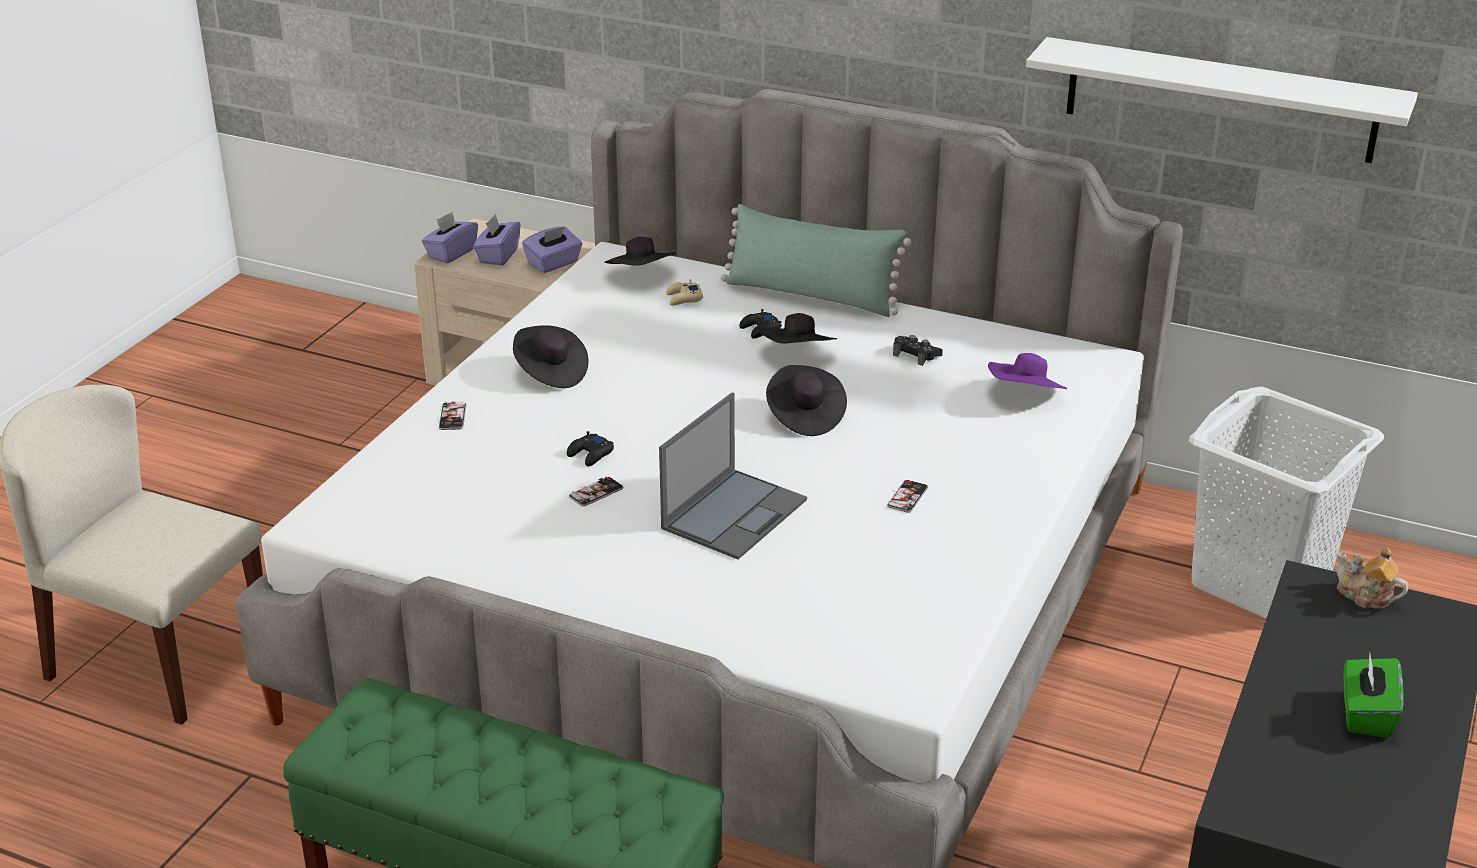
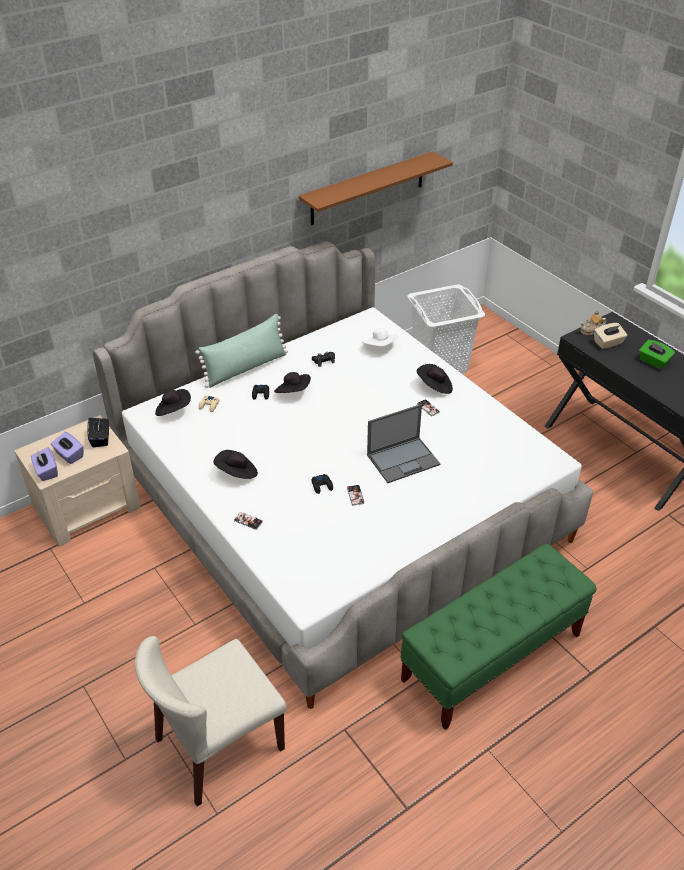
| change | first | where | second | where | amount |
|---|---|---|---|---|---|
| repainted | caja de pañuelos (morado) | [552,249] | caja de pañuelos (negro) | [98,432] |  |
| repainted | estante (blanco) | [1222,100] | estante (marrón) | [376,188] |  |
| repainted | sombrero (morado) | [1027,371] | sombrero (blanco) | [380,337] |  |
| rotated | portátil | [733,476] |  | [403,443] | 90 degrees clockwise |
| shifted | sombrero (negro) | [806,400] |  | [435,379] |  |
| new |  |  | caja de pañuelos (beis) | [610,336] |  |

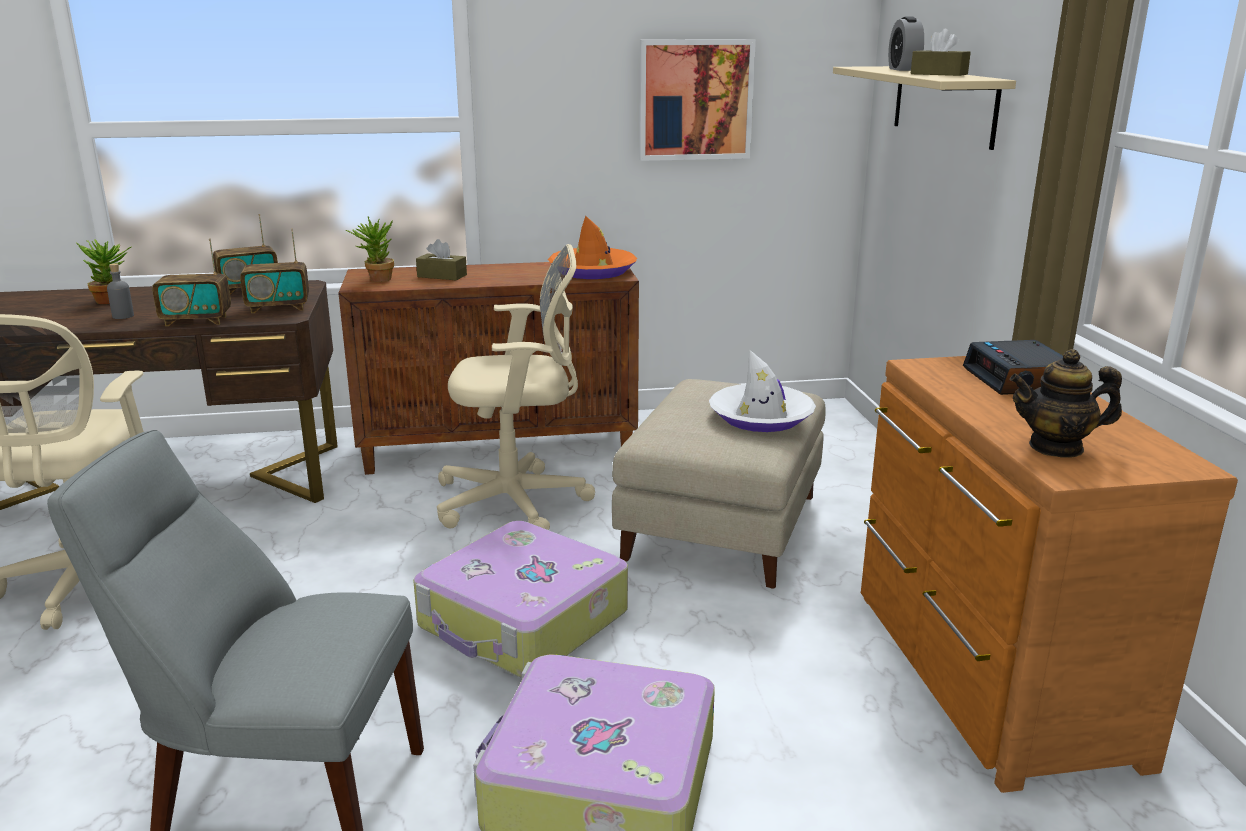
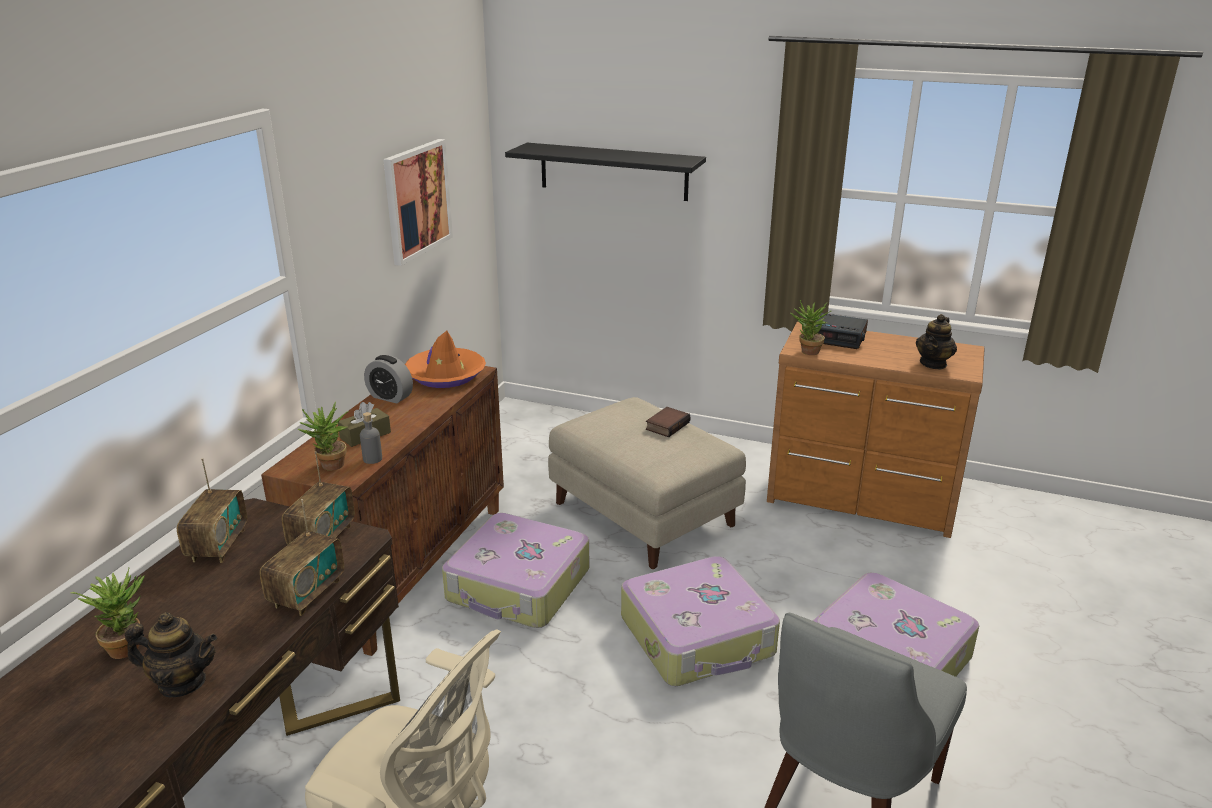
| change | first | where | second | where | amount |
|---|---|---|---|---|---|
| new |  |  | tetera | [170,654] |  |
| shifted | botella (gris) | [120,291] |  | [371,438] |  |
| shifted | despertador | [906,44] |  | [388,379] |  |
| swapped | silla de oficina (beis) | [516,387] | maleta | [515,570] |  |
| repainted | estante (beis) | [924,108] | estante (negro) | [605,172] |  |
| swapped | sombrero (blanco) | [762,390] | libro | [668,422] |  |
| new |  |  | planta en maceta | [810,327] |  |
| gone | caja de pañuelos (marrón) | [941,52] |  |  |  |

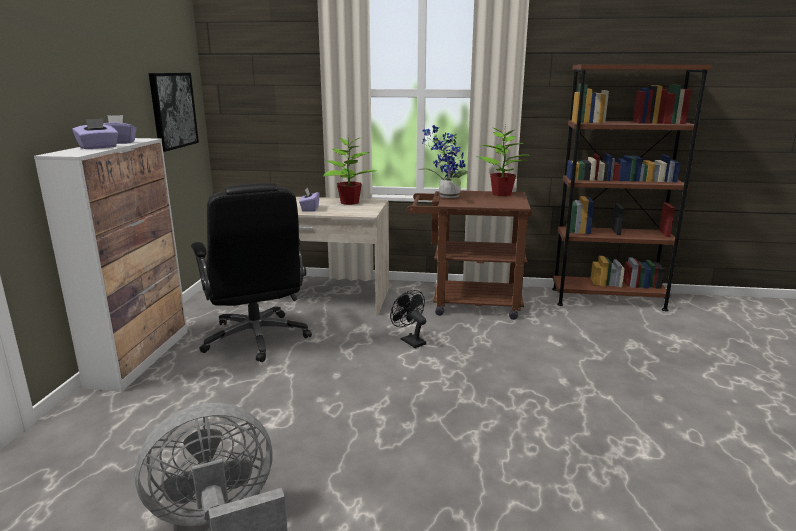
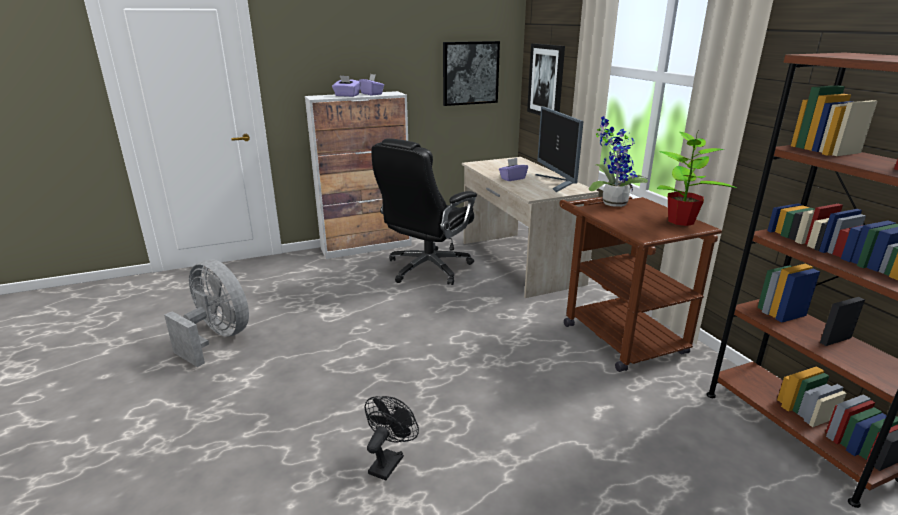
| change | first | where | second | where | amount |
|---|---|---|---|---|---|
| shifted | ventilador (negro) | [408,319] |  | [391,438] |  |
| new |  |  | cuadro | [546,79] |  |
| swapped | planta en maceta | [349,171] | monitor | [559,149] |  |

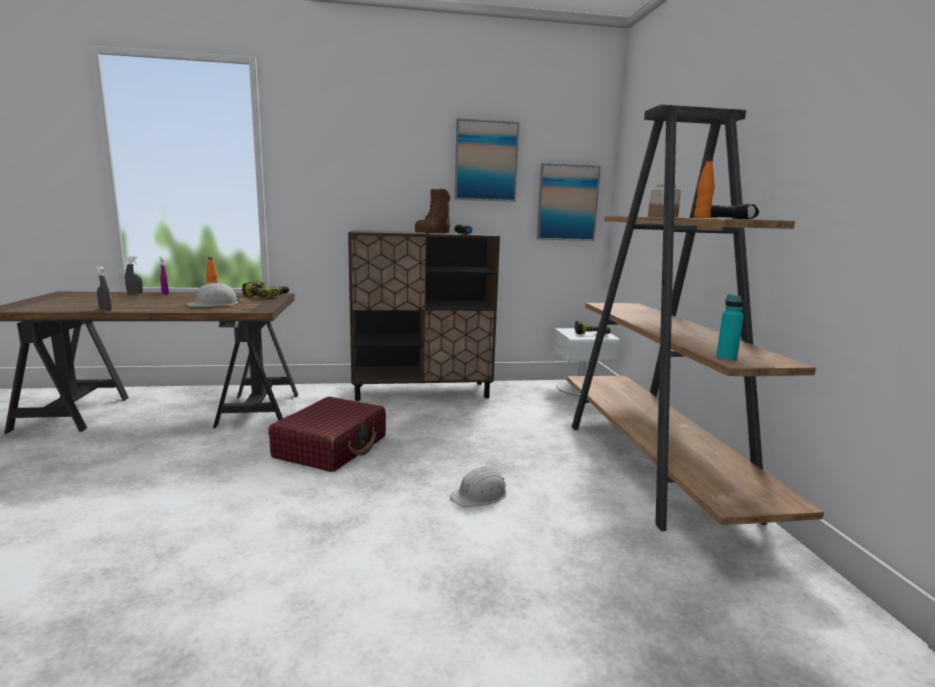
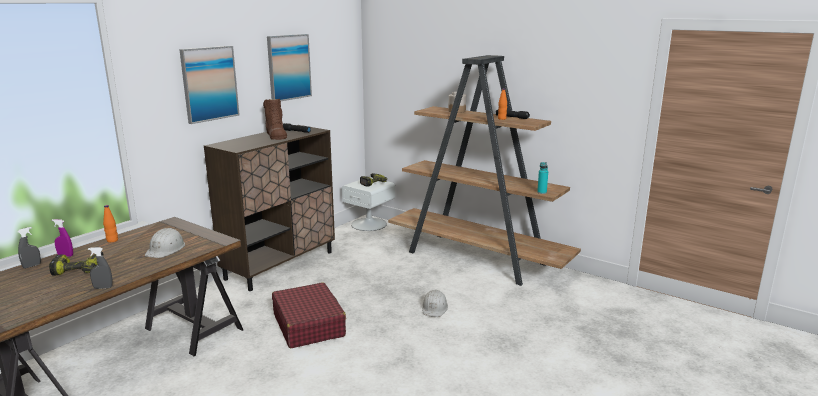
| change | first | where | second | where | amount |
|---|---|---|---|---|---|
| shifted | taladro | [266,289] |  | [76,263] |  |
| shifted | cuadro | [569,202] |  | [209,85] |  |

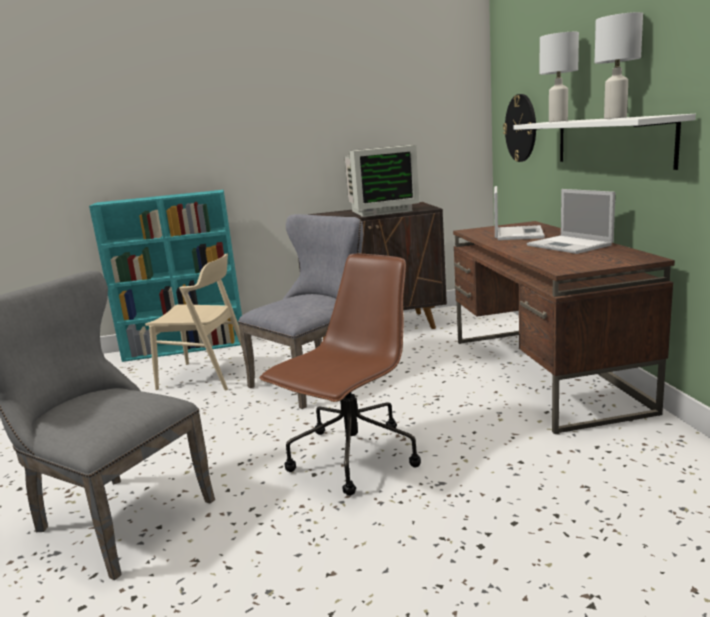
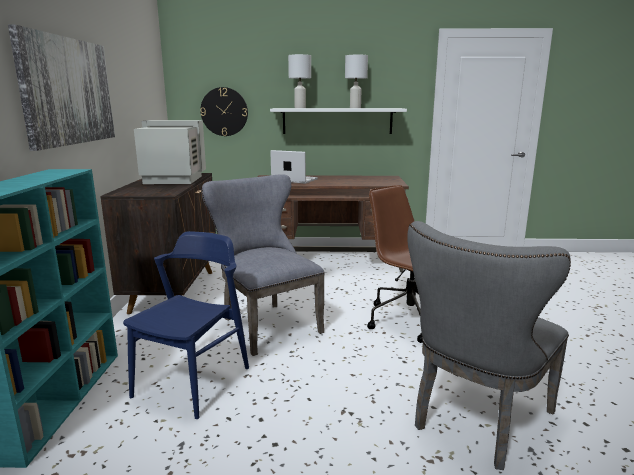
| change | first | where | second | where | amount |
|---|---|---|---|---|---|
| new |  |  | cuadro | [61,88] |  |
| repainted | silla (beis) | [193,321] | silla (azul) | [186,325] |  |
| rotated | monitor | [382,181] |  | [170,152] | 90 degrees counterclockwise |
| gone | portátil | [571,221] |  |  |  |

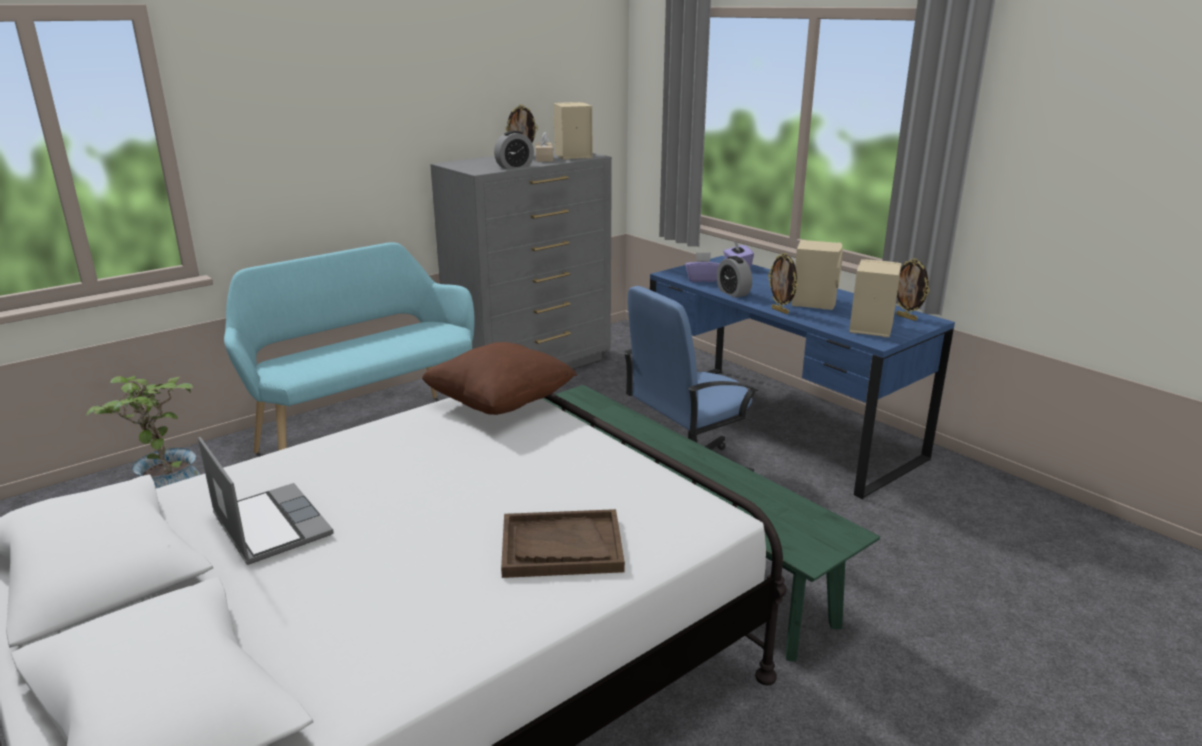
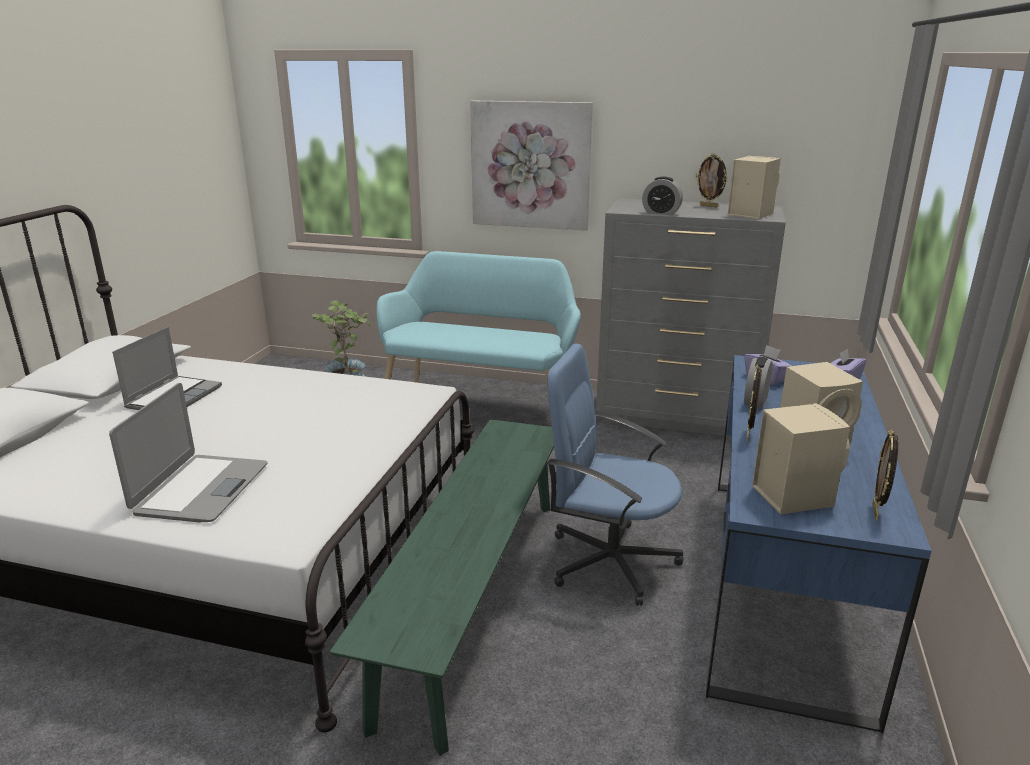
| change | first | where | second | where | amount |
|---|---|---|---|---|---|
| swapped | bandeja (marrón) | [563,543] | portátil | [188,452] |  |
| new |  |  | cuadro | [531,165] |  |
| gone | cojín (marrón) | [499,378] |  |  |  |
| gone | caja de pañuelos (beis) | [544,147] |  |  |  |

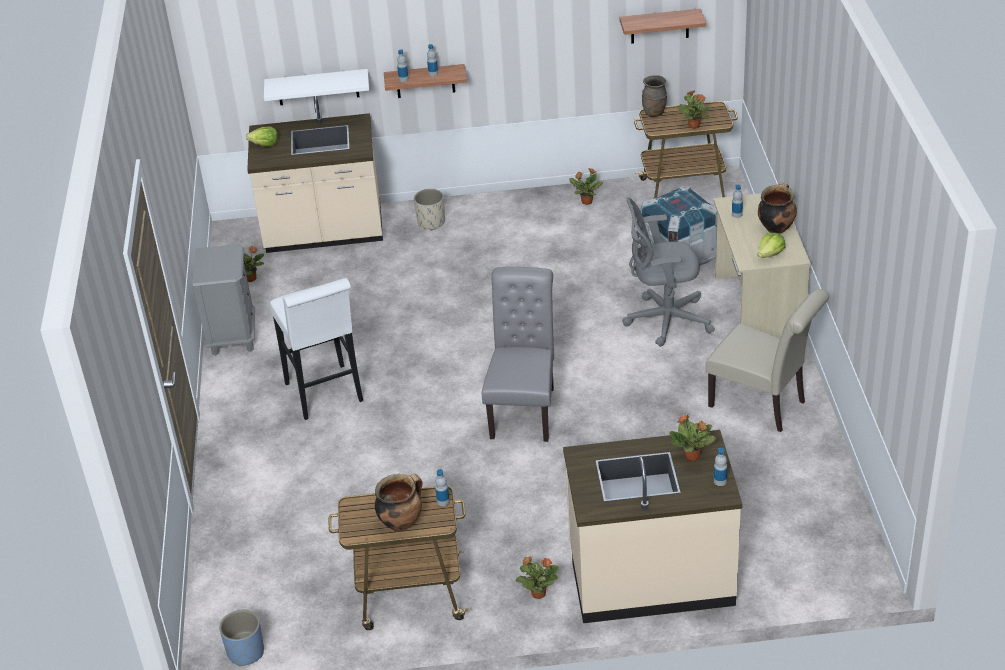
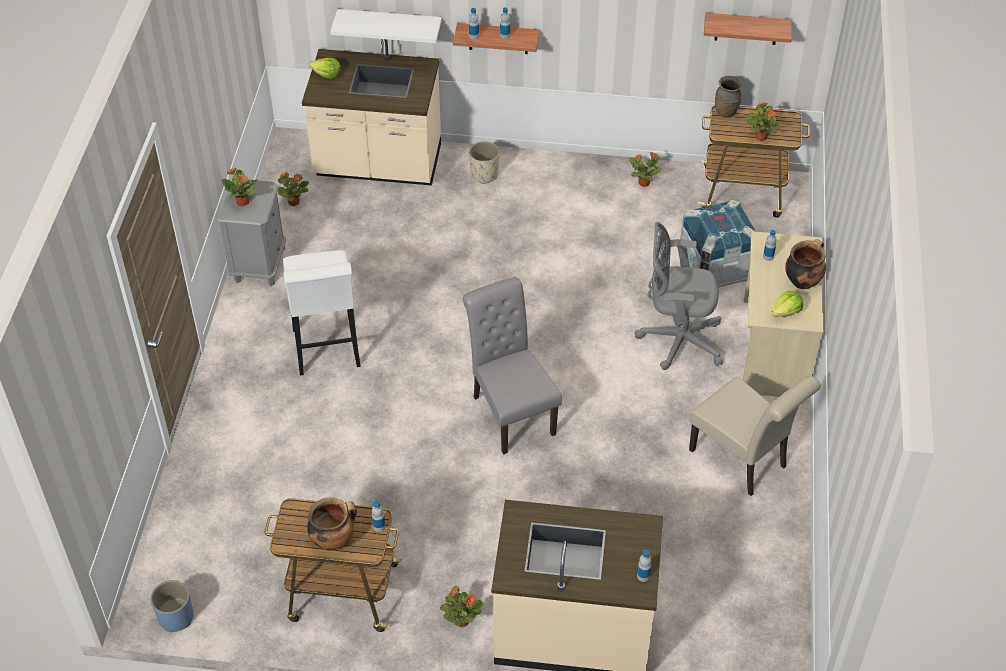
| change | first | where | second | where | amount |
|---|---|---|---|---|---|
| shifted | planta en maceta | [692,438] |  | [240,186] |  |
| rotated | silla (gris) | [518,354] |  | [512,365] | 45 degrees counterclockwise |

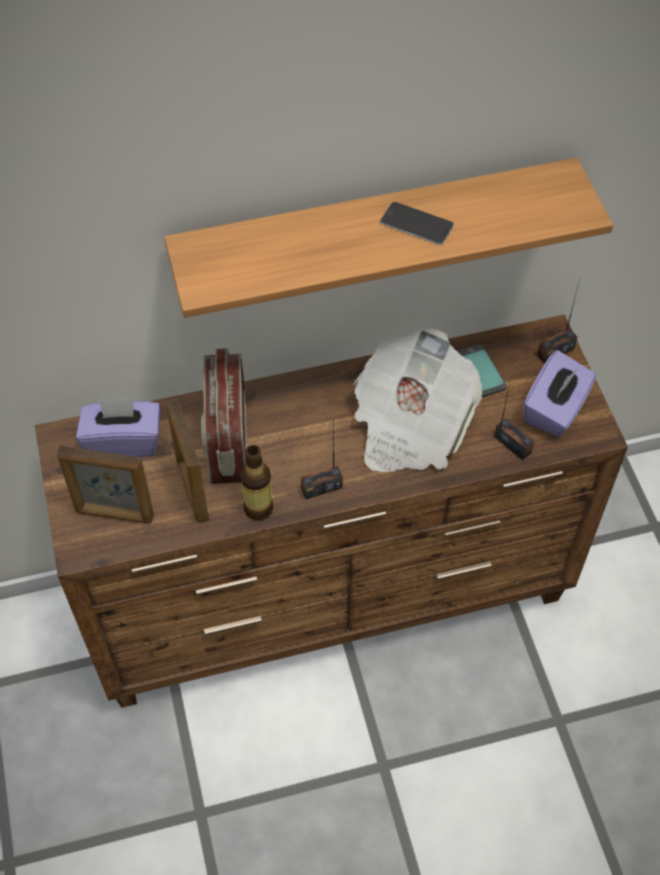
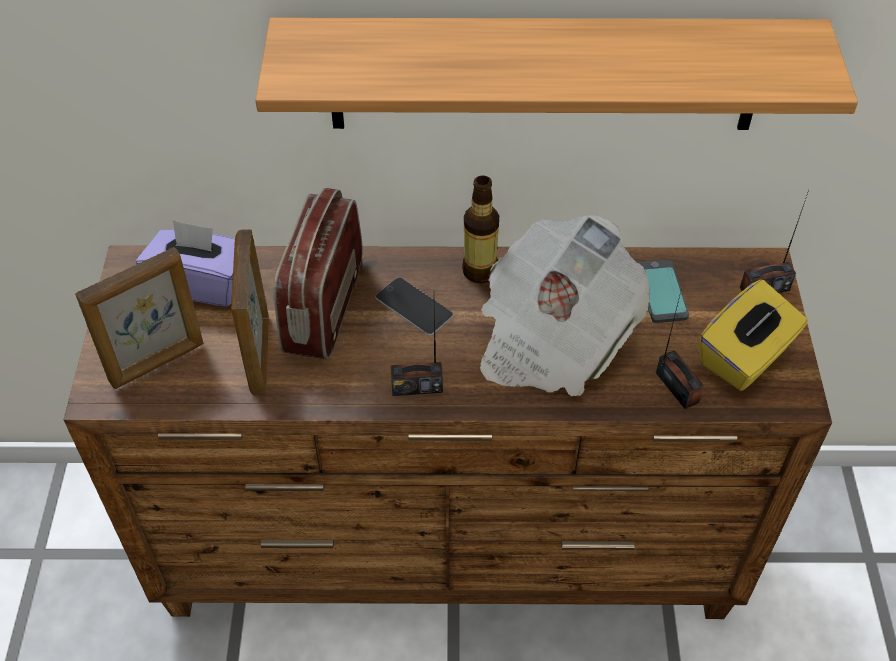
| change | first | where | second | where | amount |
|---|---|---|---|---|---|
| rotated | portarretratos | [105,485] |  | [139,318] | 60 degrees counterclockwise |
| shifted | móvil | [417,223] |  | [414,306] |  |
| shifted | botella | [257,483] |  | [480,229] |  |
| repainted | caja de pañuelos (morado) | [559,393] | caja de pañuelos (amarillo) | [753,335] |  |

